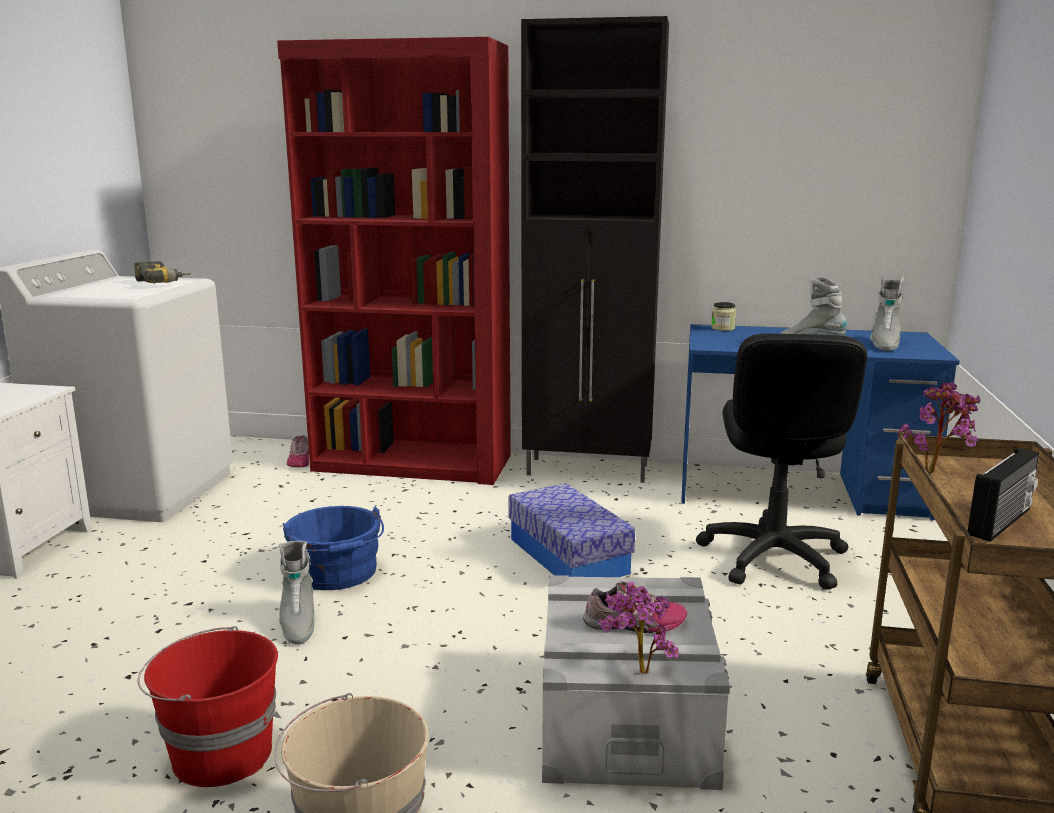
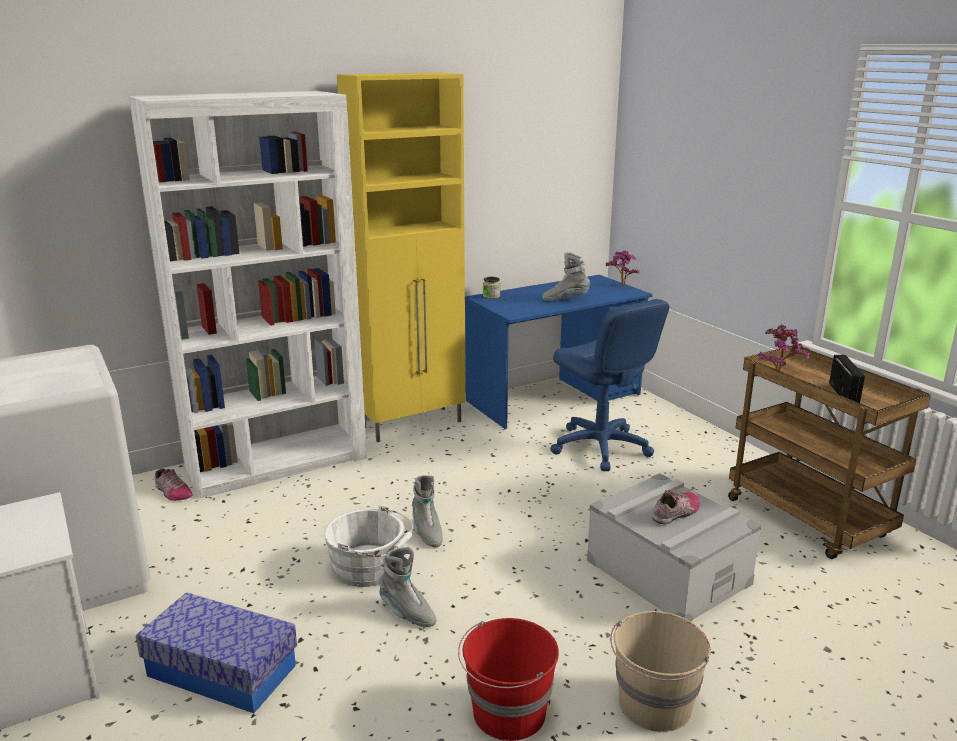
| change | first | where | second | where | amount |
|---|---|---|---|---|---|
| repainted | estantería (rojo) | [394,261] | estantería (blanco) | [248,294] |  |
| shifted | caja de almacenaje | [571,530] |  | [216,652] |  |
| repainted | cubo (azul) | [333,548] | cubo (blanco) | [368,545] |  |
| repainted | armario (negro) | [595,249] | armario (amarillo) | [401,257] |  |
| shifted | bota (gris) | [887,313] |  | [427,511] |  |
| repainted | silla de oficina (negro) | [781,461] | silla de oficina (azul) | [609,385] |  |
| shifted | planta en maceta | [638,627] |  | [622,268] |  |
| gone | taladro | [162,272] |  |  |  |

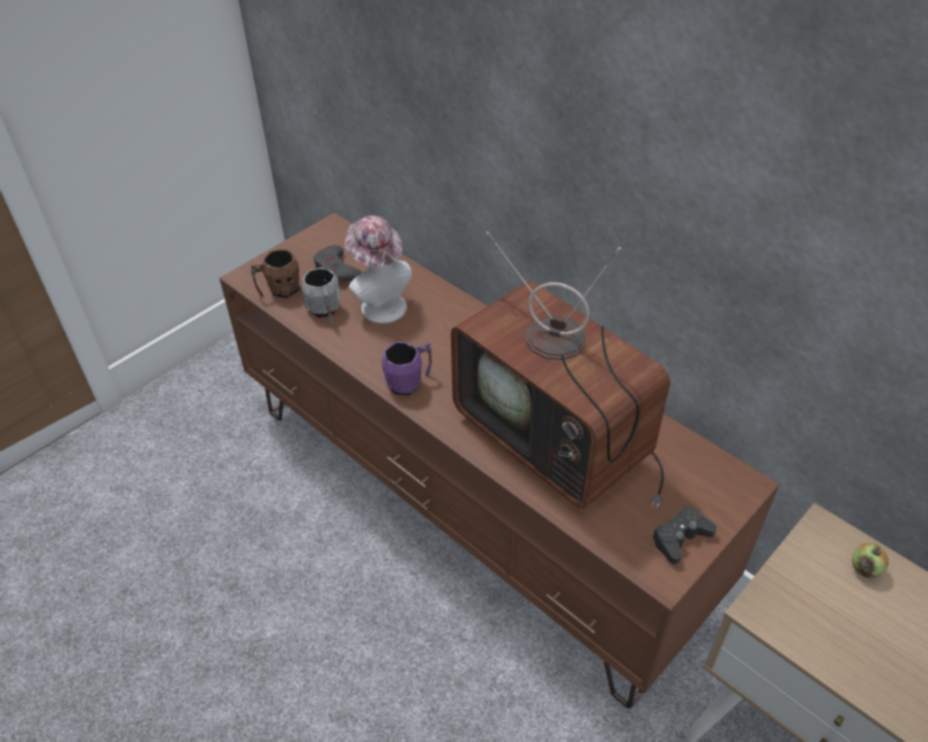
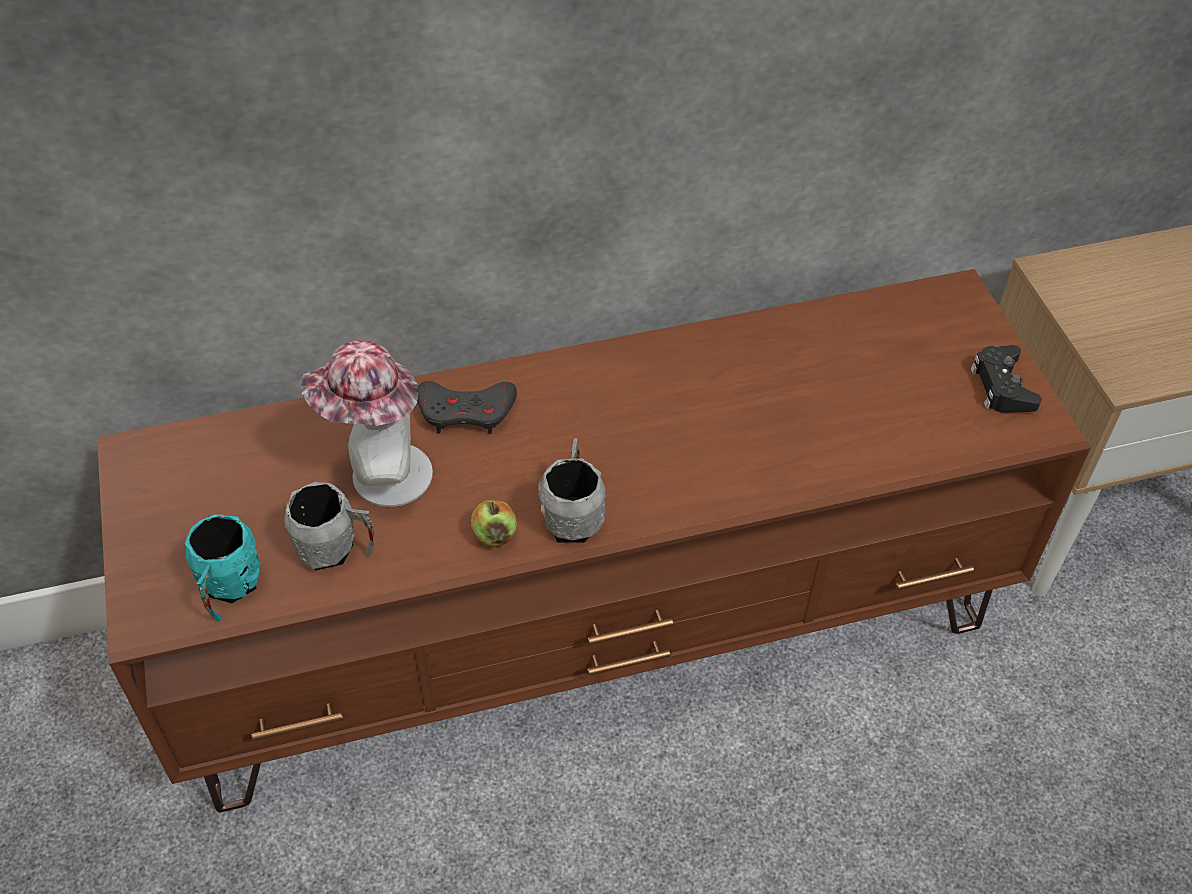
| change | first | where | second | where | amount |
|---|---|---|---|---|---|
| repainted | taza grande (marrón) | [275,273] | taza grande (turquesa) | [223,567] |  |
| shifted | mando de consola (gris) | [338,263] |  | [467,407] |  |
| shifted | manzana | [870,560] |  | [494,523] |  |
| repainted | taza grande (morado) | [407,368] | taza grande (gris) | [571,490] |  |
| gone | televisor | [560,370] |  |  |  |

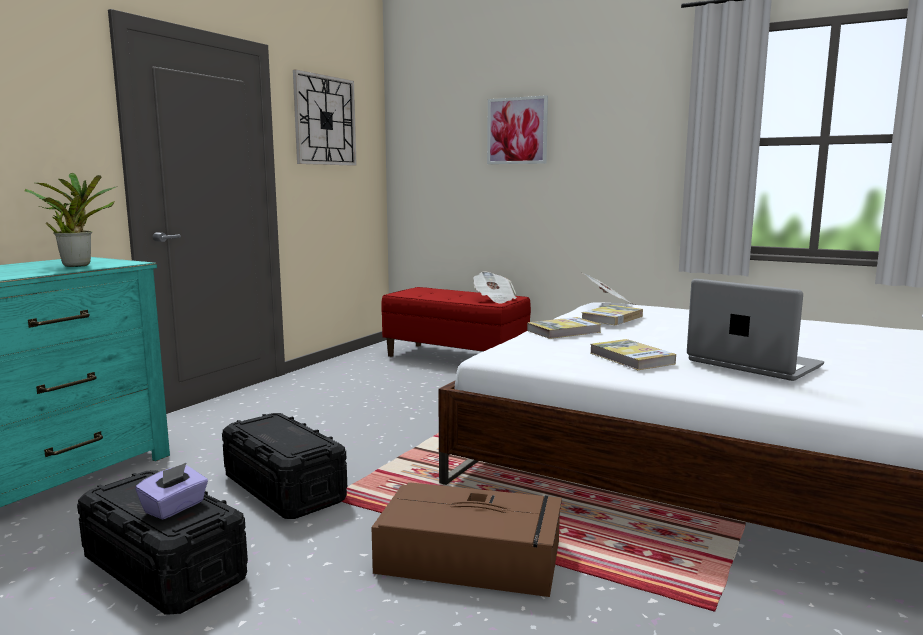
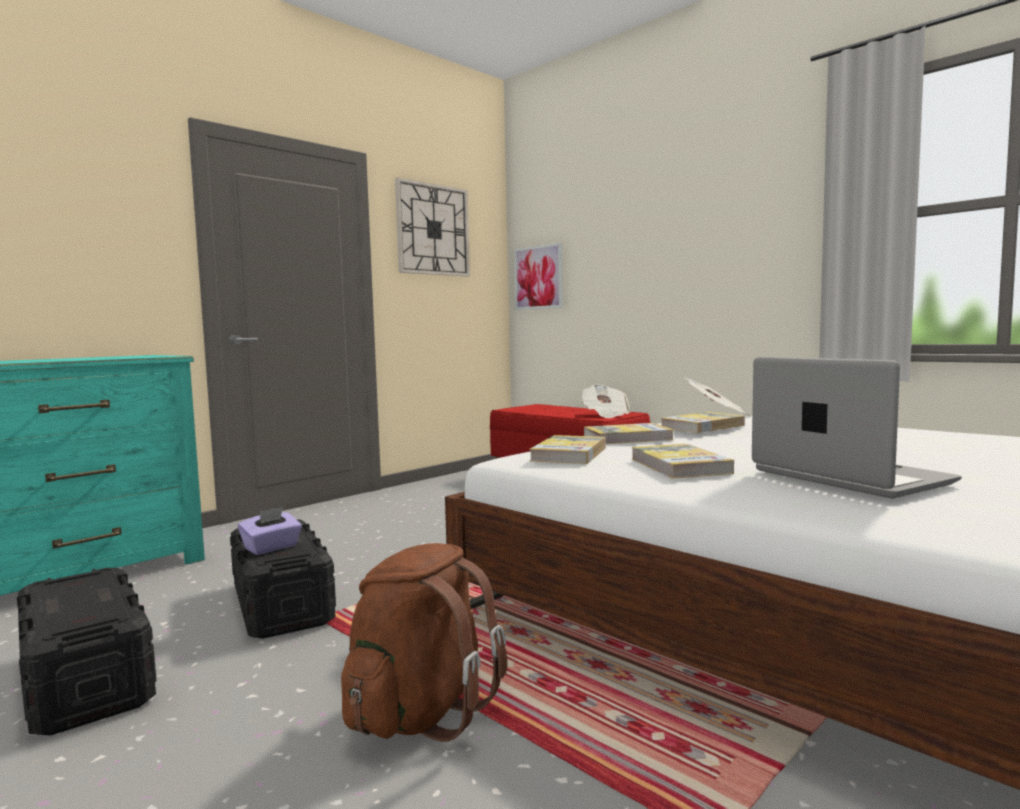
| change | first | where | second | where | amount |
|---|---|---|---|---|---|
| shifted | caja de pañuelos (morado) | [171,491] |  | [270,531] |  |
| swapped | caja de almacenaje (marrón) | [466,539] | mochila (marrón) | [424,642] |  |
| shifted | cuadro | [517,129] |  | [538,276] |  |
| new |  |  | libro | [567,449] |  |
| gone | planta en maceta | [71,220] |  |  |  |

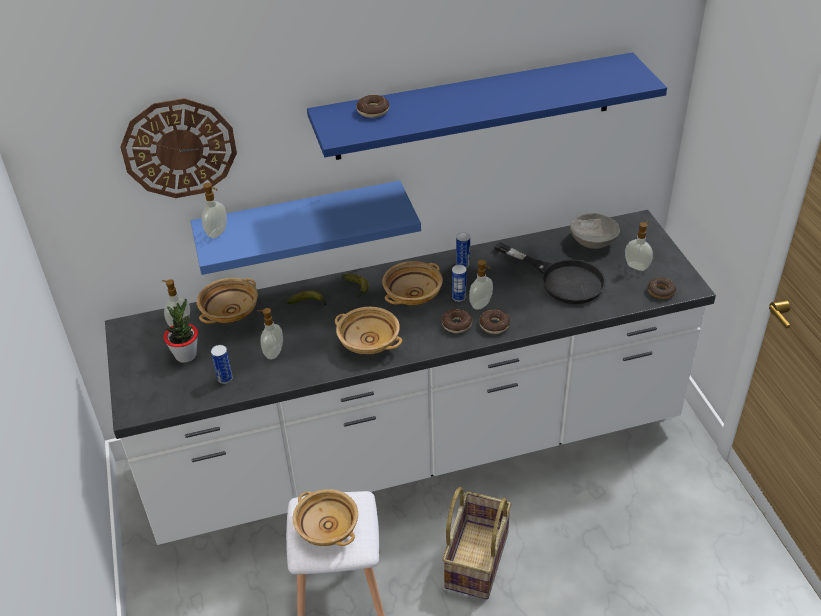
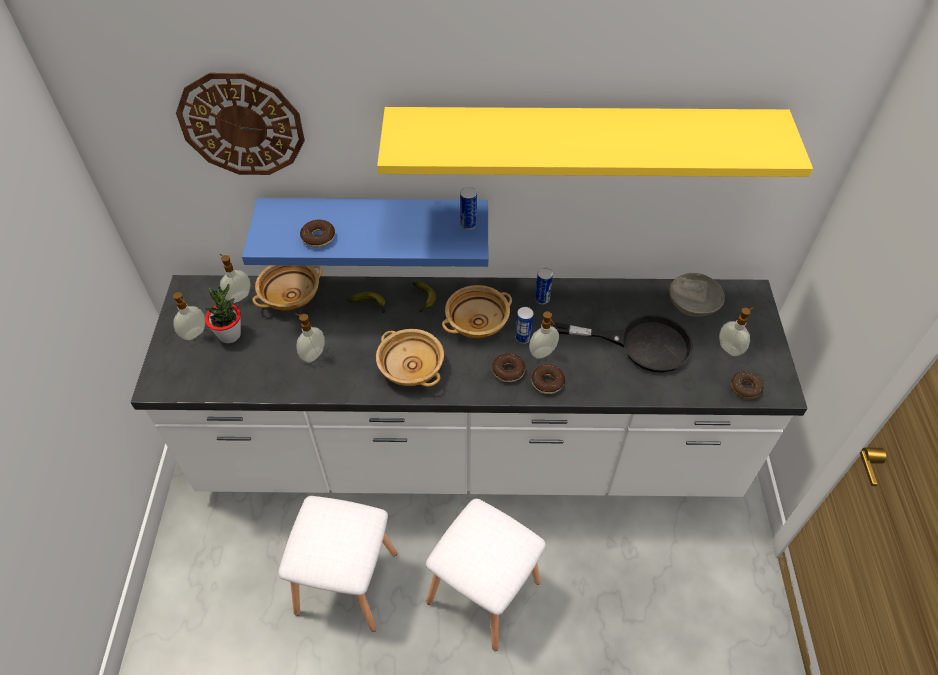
| change | first | where | second | where | amount |
|---|---|---|---|---|---|
| shifted | dispensador de jabón | [214,210] |  | [189,316] |  |
| shifted | rosquilla | [372,106] |  | [317,233] |  |
| repainted | estante (azul) | [487,106] | estante (amarillo) | [595,142] |  |
| swapped | cesta | [477,543] | taburete (blanco) | [486,575] |  |
| shifted | lata | [222,364] |  | [468,208] |  |
| rotated | sartén (negro) | [550,273] |  | [623,344] | 45 degrees counterclockwise |
| gone | cuenco (beis) | [325,517] |  |  |  |

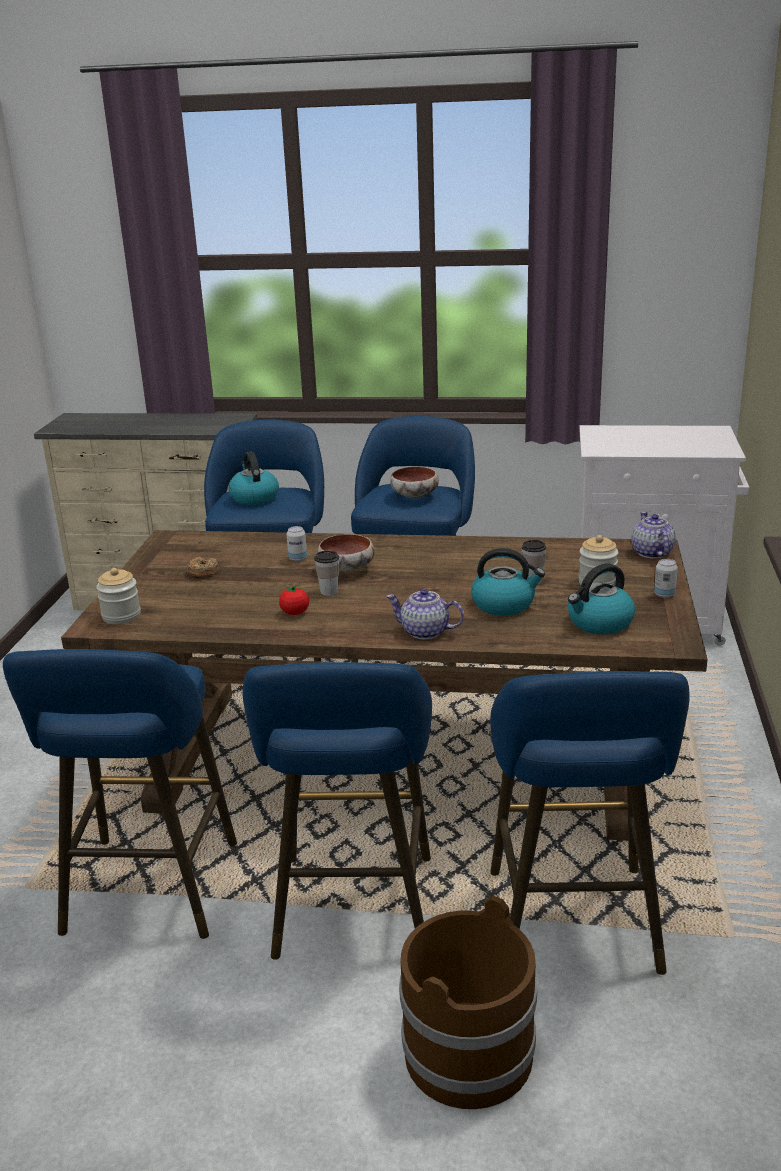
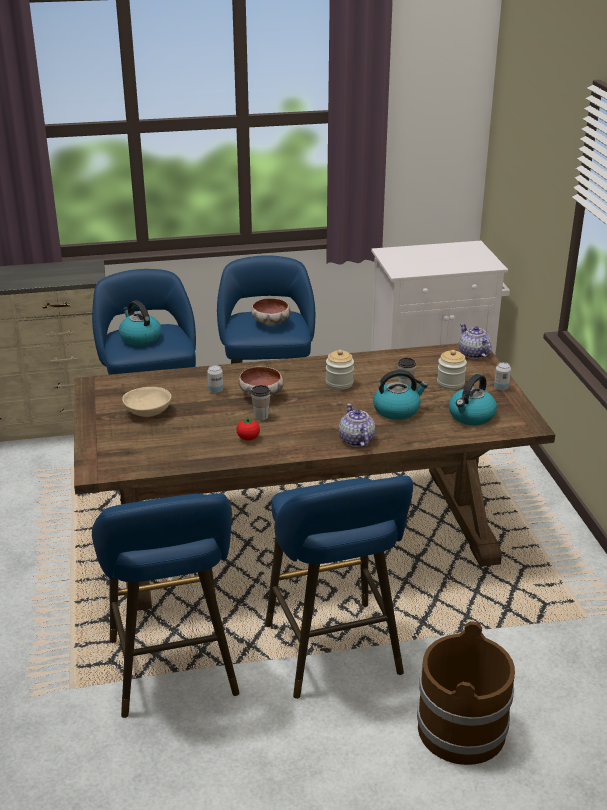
| change | first | where | second | where | amount |
|---|---|---|---|---|---|
| swapped | rosquilla | [203,567] | cuenco (beis) | [147,402] |  |
| shifted | tarro | [118,596] |  | [340,370] |  |
| rotated | tetera | [425,614] |  | [357,425] | 75 degrees clockwise |
| gone | taburete (azul) | [590,823] |  |  |  |

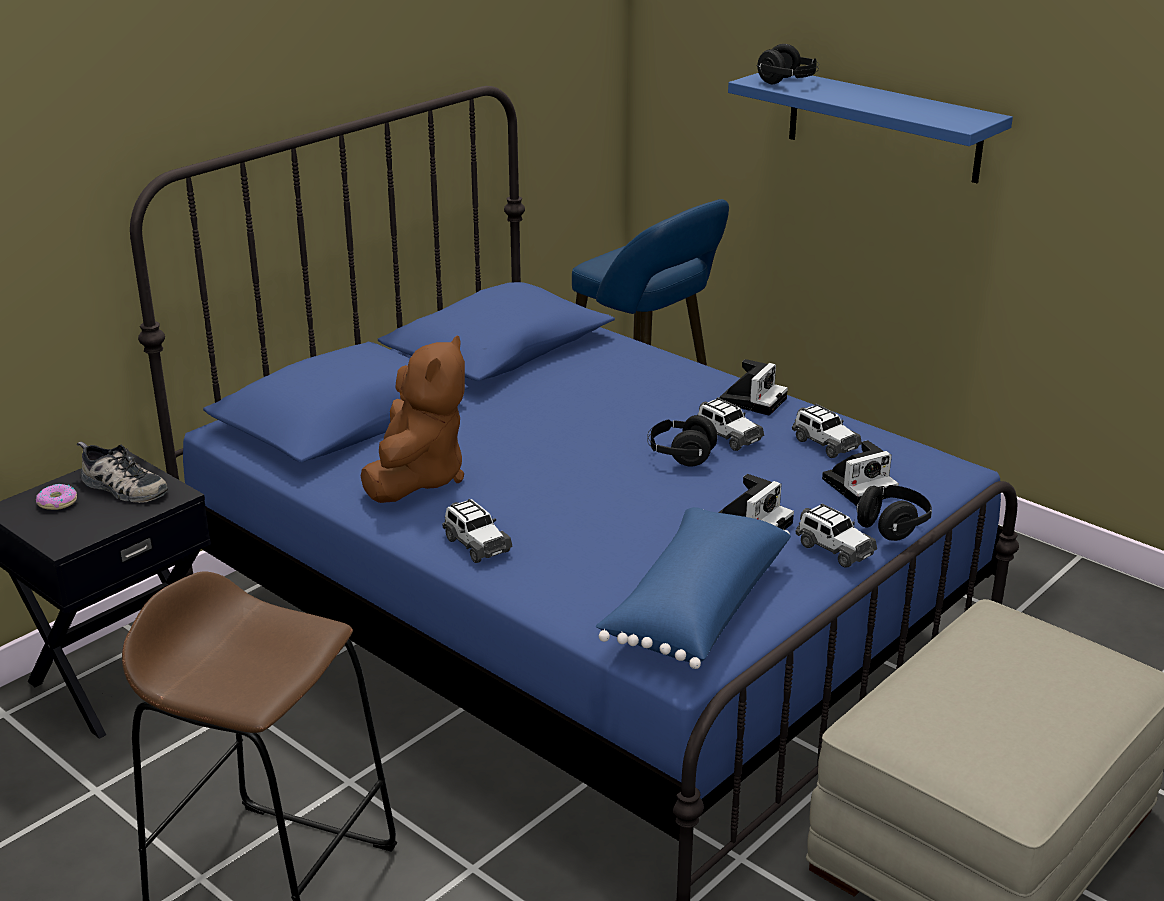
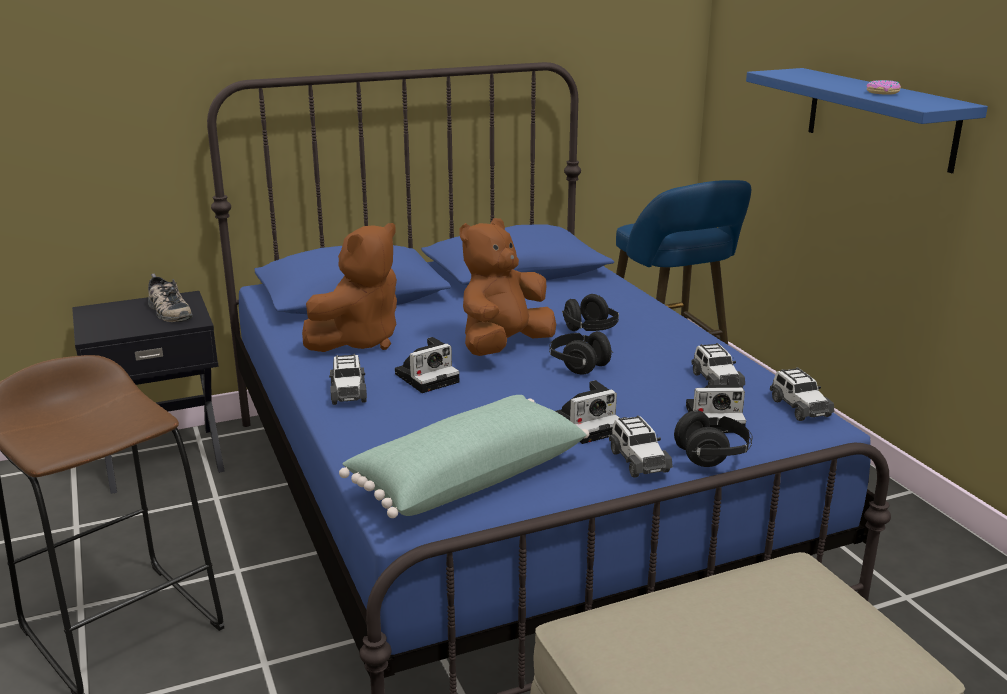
| change | first | where | second | where | amount |
|---|---|---|---|---|---|
| repainted | cojín (azul) | [693,588] | cojín (verde) | [464,456] |  |
| shifted | cámara | [754,387] |  | [427,365] |  |
| new |  |  | peluche (marrón) | [508,287] |  |
| shifted | auriculares (negro) | [788,64] |  | [590,312] |  |
| shifted | coche de juguete | [730,424] |  | [802,394] |  |
| shifted | rosquilla | [56,497] |  | [884,87] |  |

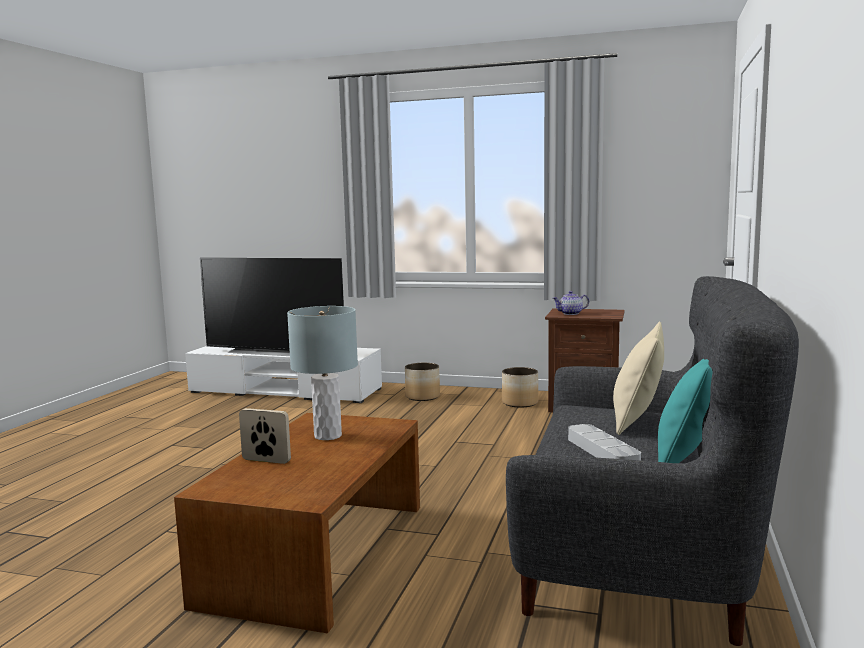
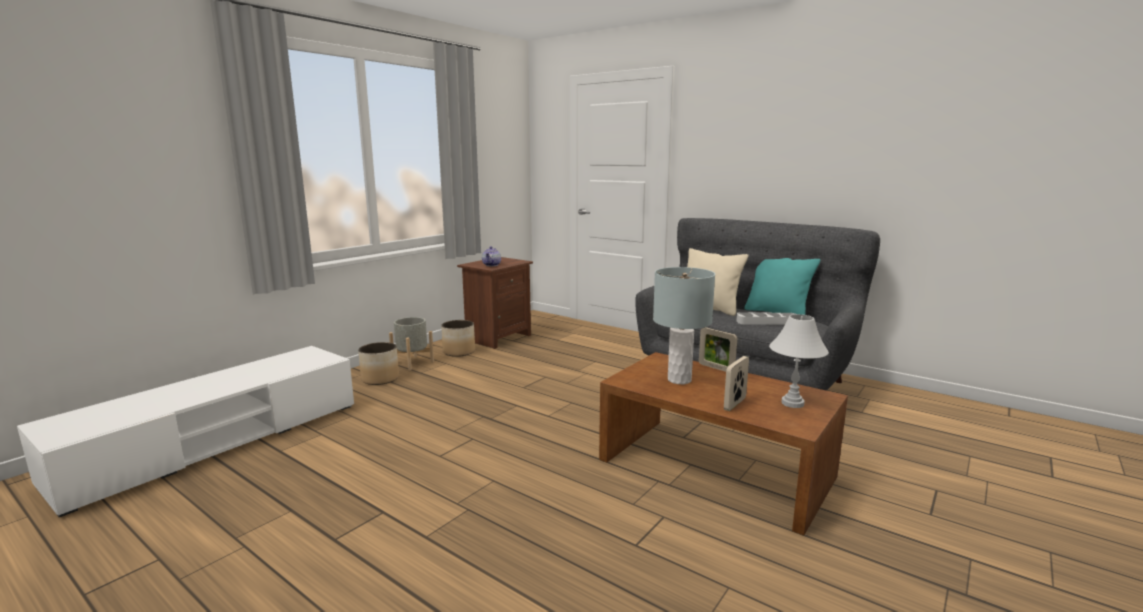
| change | first | where | second | where | amount |
|---|---|---|---|---|---|
| new |  |  | maceta (gris) | [411,343] |  |
| new |  |  | portarretratos | [718,349] |  |
| new |  |  | lámpara de mesa (blanco) | [799,361] |  |
| gone | televisor | [272,307] |  |  |  |

